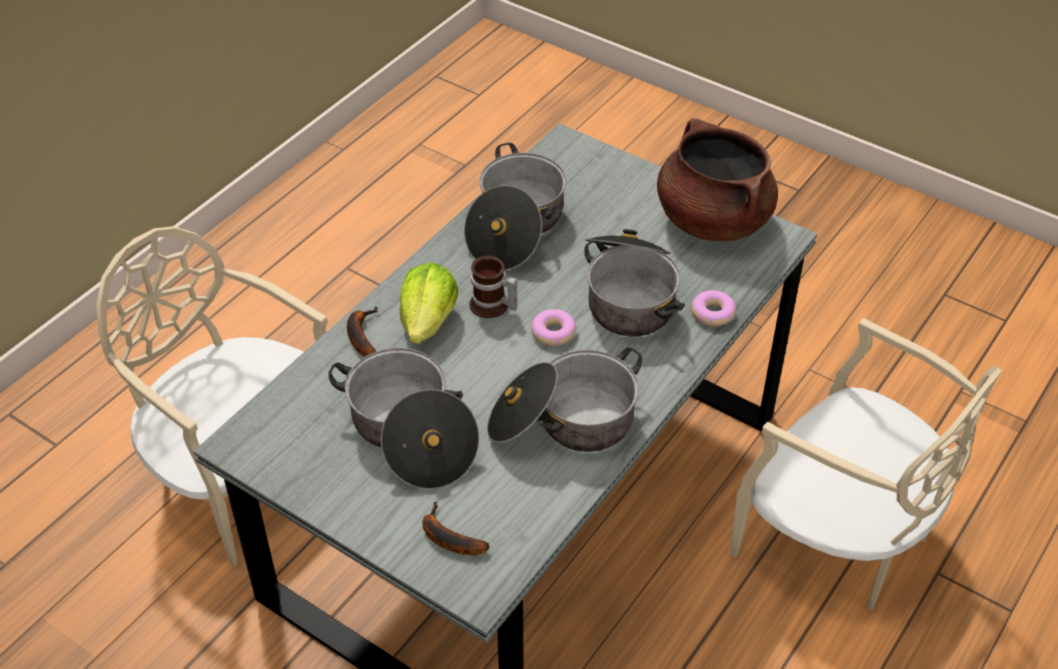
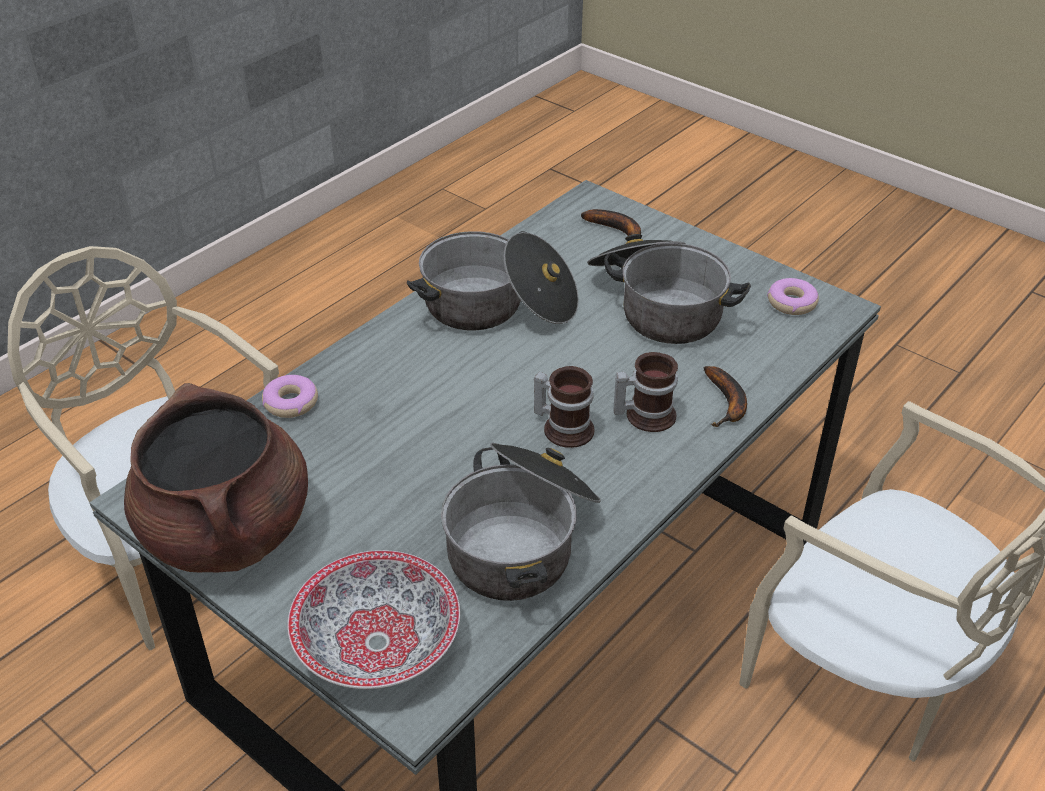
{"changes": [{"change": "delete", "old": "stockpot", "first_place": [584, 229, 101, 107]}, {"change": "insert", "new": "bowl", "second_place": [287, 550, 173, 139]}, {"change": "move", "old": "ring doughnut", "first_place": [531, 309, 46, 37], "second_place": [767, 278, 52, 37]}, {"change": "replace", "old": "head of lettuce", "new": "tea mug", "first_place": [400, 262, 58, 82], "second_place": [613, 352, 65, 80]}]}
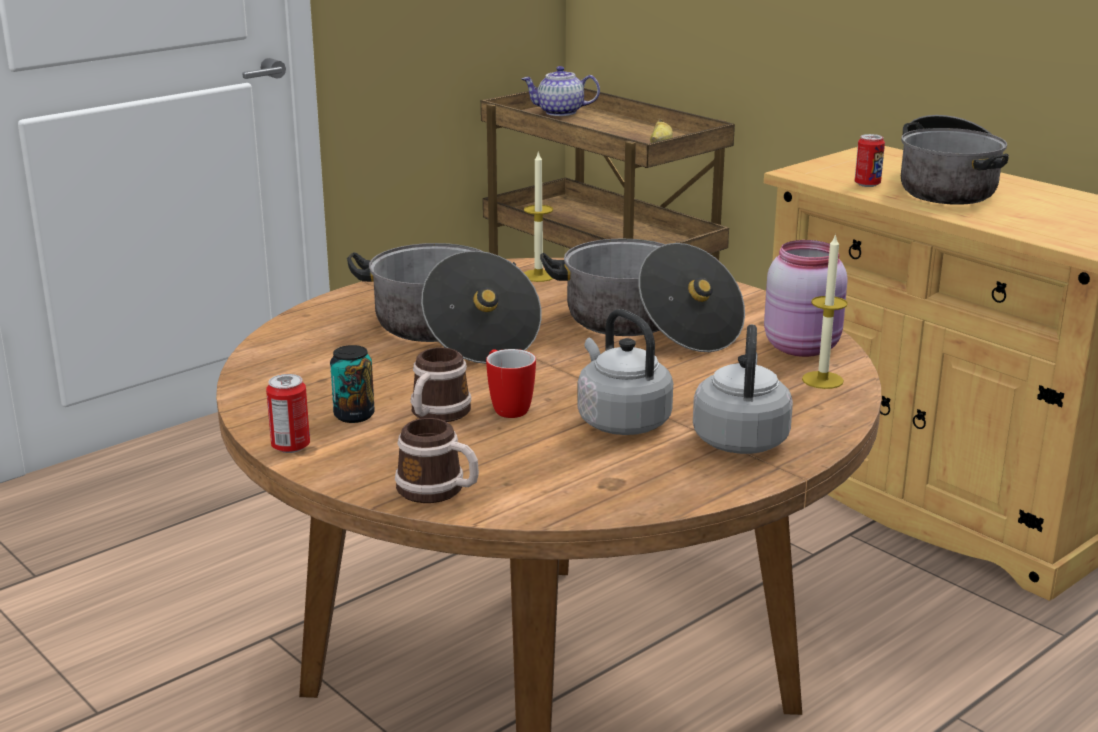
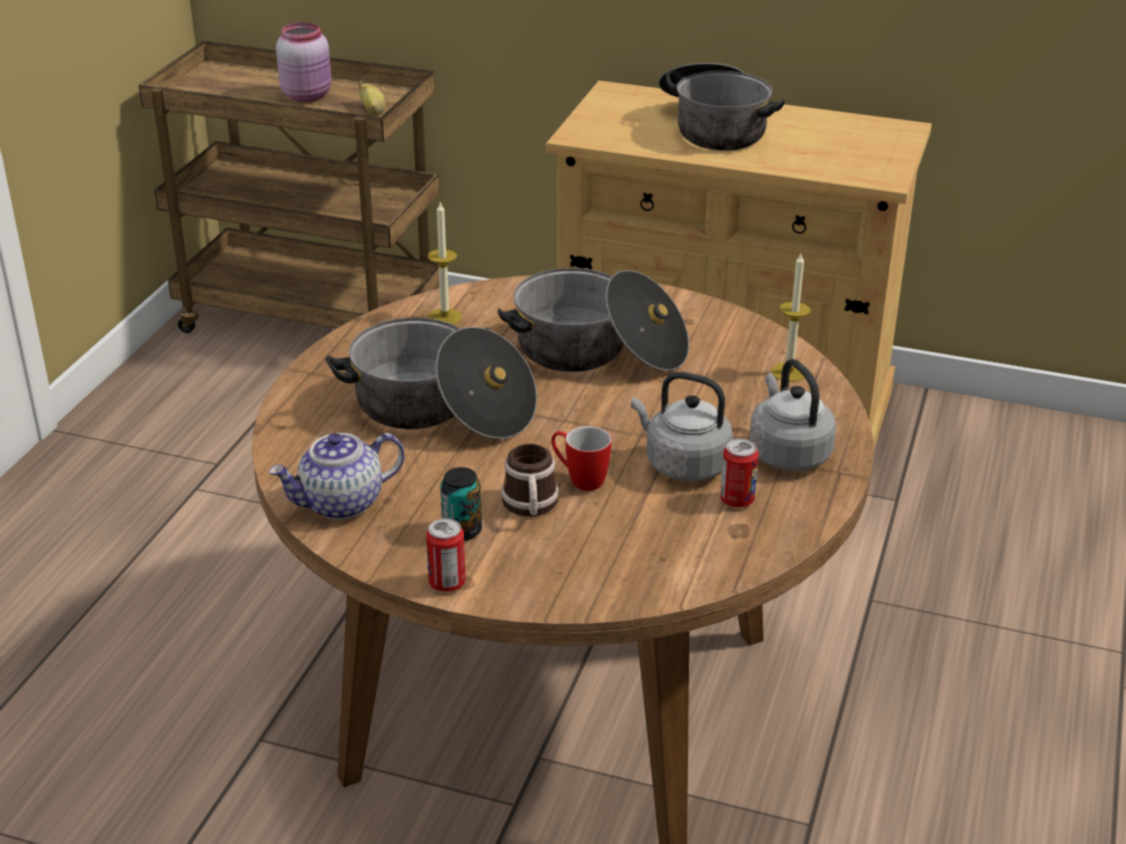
{"changes": [{"change": "delete", "old": "tea mug", "first_place": [395, 418, 84, 85]}, {"change": "move", "old": "pot for tea", "first_place": [522, 66, 78, 50], "second_place": [269, 433, 136, 87]}, {"change": "move", "old": "jar in pink-coloured", "first_place": [764, 240, 84, 117], "second_place": [276, 22, 56, 80]}, {"change": "move", "old": "can", "first_place": [855, 134, 30, 53], "second_place": [720, 439, 39, 69]}]}
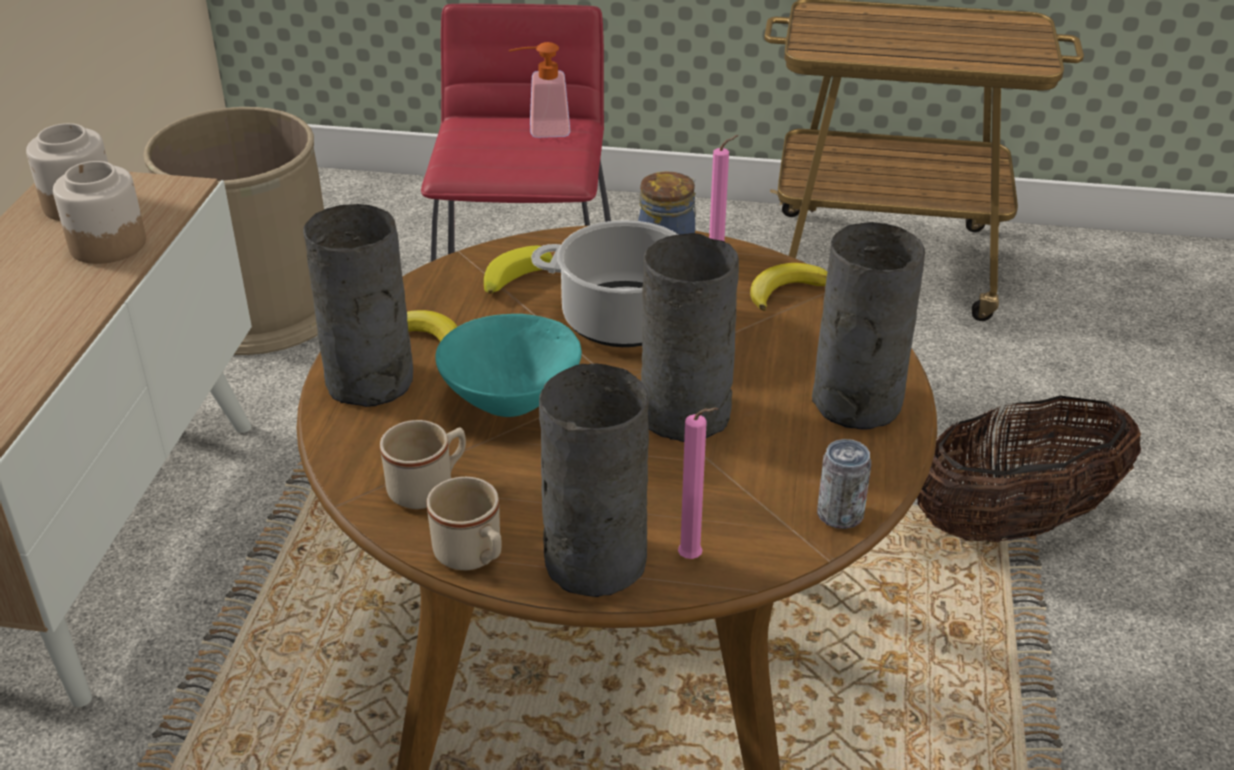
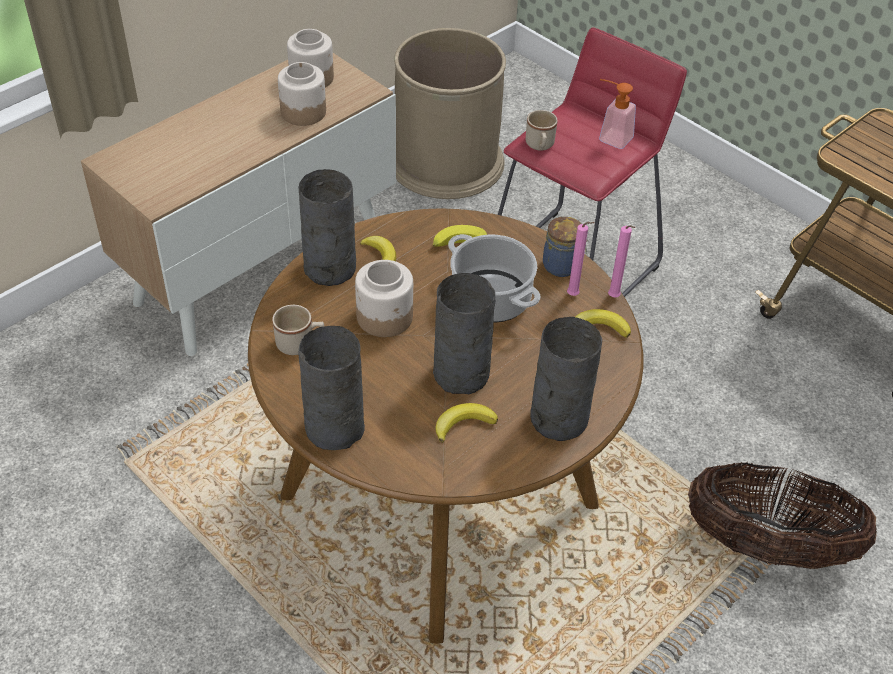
{"changes": [{"change": "delete", "old": "can", "first_place": [817, 439, 54, 90]}, {"change": "insert", "new": "banana", "second_place": [435, 403, 63, 40]}, {"change": "move", "old": "tea mug in beige-coloured", "first_place": [427, 477, 74, 93], "second_place": [526, 110, 32, 41]}, {"change": "move", "old": "wax light in pink-coloured", "first_place": [678, 408, 40, 151], "second_place": [608, 225, 27, 72]}, {"change": "replace", "old": "bowl in turquoise-coloured", "new": "jar", "first_place": [435, 314, 147, 103], "second_place": [355, 260, 58, 77]}]}
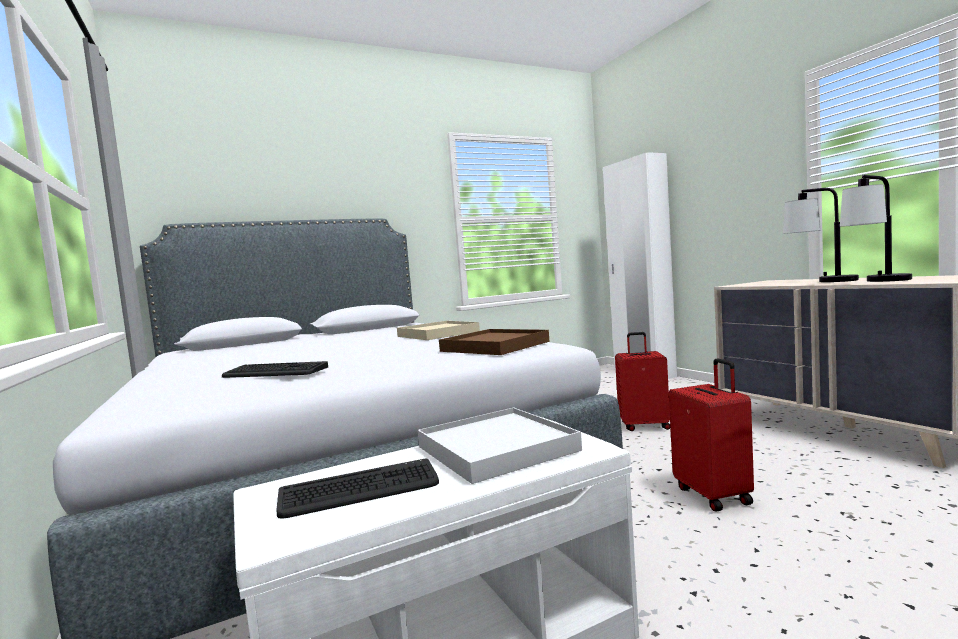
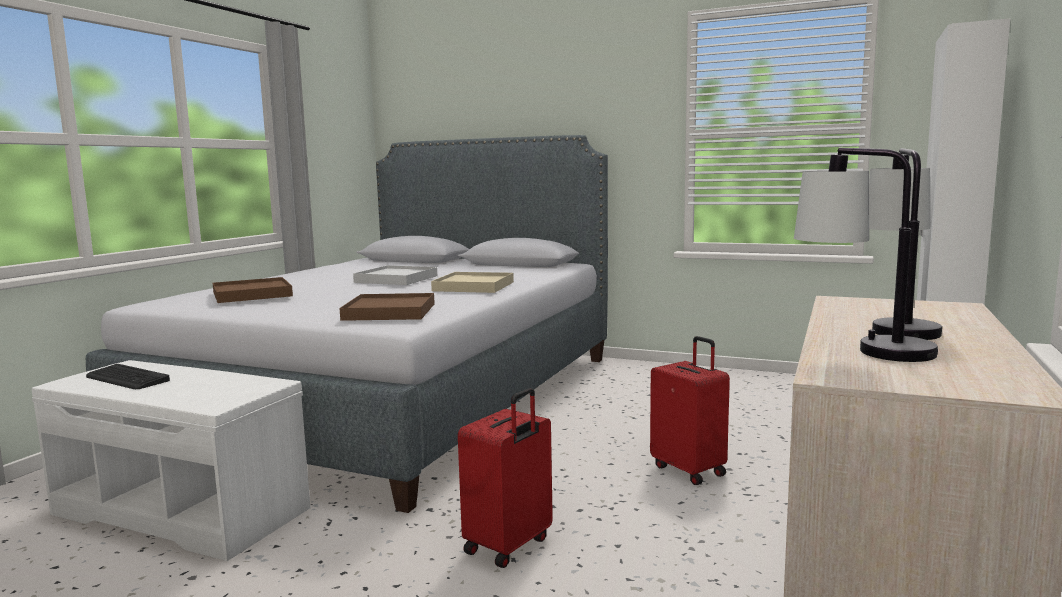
{"changes": [{"change": "move", "old": "tray in whitish", "first_place": [418, 407, 164, 77], "second_place": [353, 265, 84, 20]}, {"change": "replace", "old": "keyboard", "new": "tray in brown", "first_place": [222, 361, 106, 17], "second_place": [213, 277, 80, 26]}]}
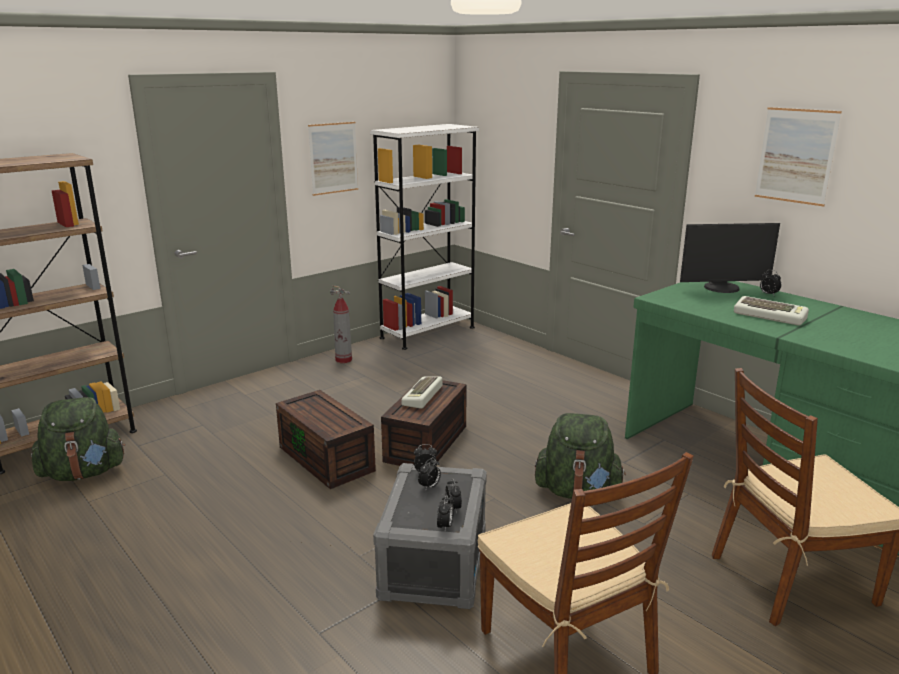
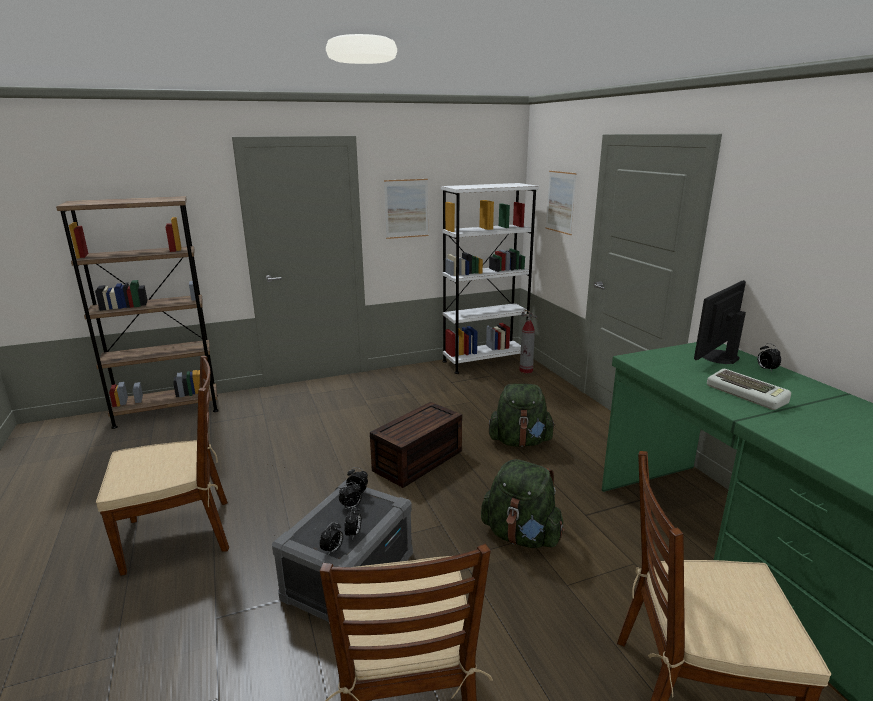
{"changes": [{"change": "delete", "old": "storage bin in brown", "first_place": [276, 390, 100, 99]}, {"change": "delete", "old": "keyboard", "first_place": [401, 377, 41, 32]}, {"change": "insert", "new": "chair in brown", "second_place": [96, 356, 133, 220]}, {"change": "move", "old": "rucksack in green", "first_place": [31, 397, 94, 84], "second_place": [488, 384, 67, 63]}, {"change": "move", "old": "extinguisher", "first_place": [330, 285, 22, 78], "second_place": [519, 309, 18, 64]}, {"change": "move", "old": "picture", "first_place": [755, 107, 87, 100], "second_place": [546, 171, 31, 64]}, {"change": "rotate", "old": "monitor", "first_place": [680, 223, 100, 70], "second_place": [694, 280, 52, 84], "degrees": 120}]}
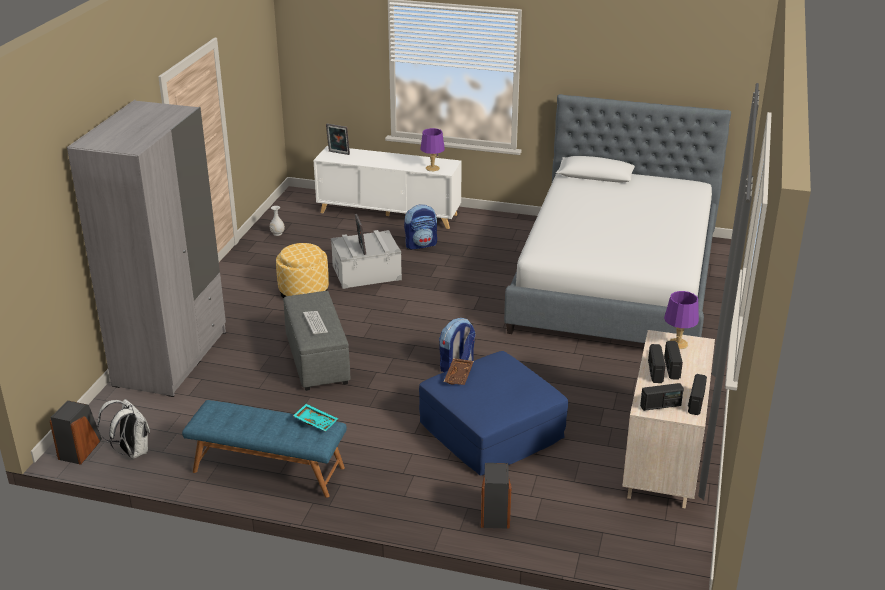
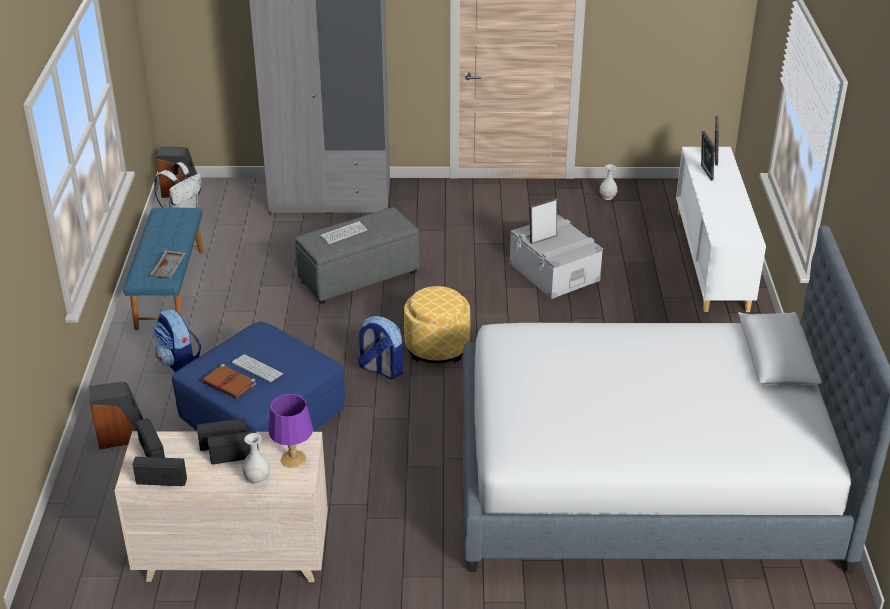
{"changes": [{"change": "delete", "old": "lamp for a table in purplish", "first_place": [421, 128, 24, 43]}, {"change": "delete", "old": "tray in brown", "first_place": [444, 358, 30, 27]}, {"change": "insert", "new": "book in brown", "second_place": [202, 364, 54, 34]}, {"change": "insert", "new": "keyboard", "second_place": [232, 354, 51, 28]}, {"change": "insert", "new": "decorative vase in whitish", "second_place": [242, 433, 28, 52]}, {"change": "insert", "new": "picture frame", "second_place": [701, 131, 14, 50]}, {"change": "move", "old": "footrest", "first_place": [276, 243, 53, 55], "second_place": [404, 286, 66, 77]}, {"change": "move", "old": "rucksack", "first_place": [404, 204, 33, 46], "second_place": [153, 309, 48, 63]}, {"change": "recolor", "old": "tray in turquoise-coloured", "new": "tray in greyish", "first_place": [293, 404, 45, 28], "second_place": [150, 250, 36, 28]}]}
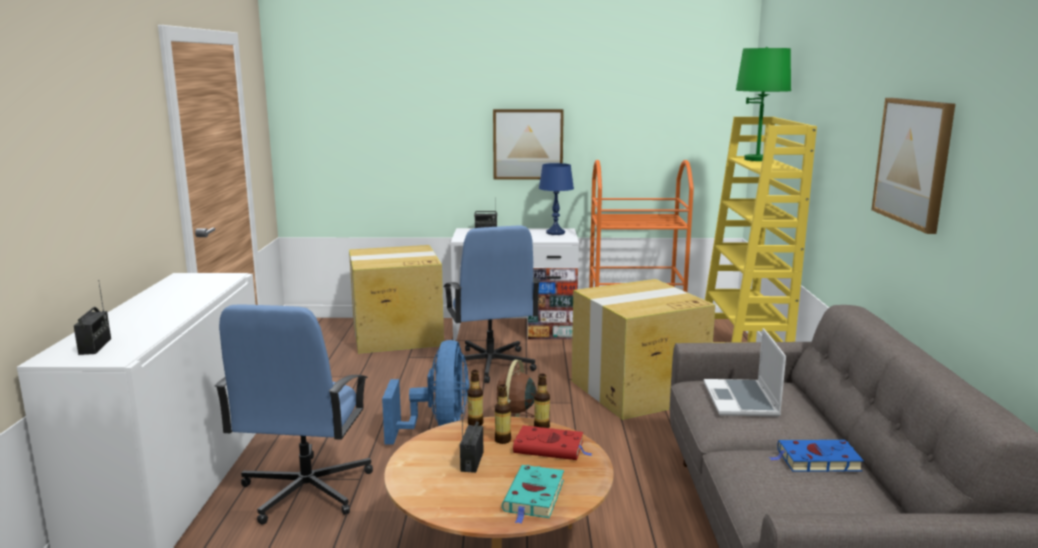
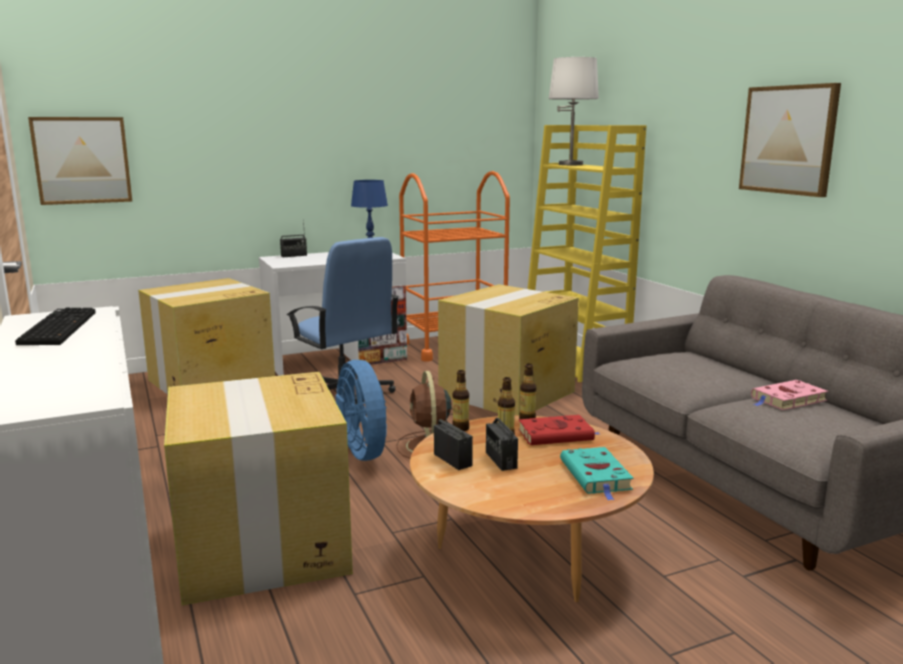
{"changes": [{"change": "delete", "old": "laptop", "first_place": [704, 328, 82, 88]}, {"change": "insert", "new": "keyboard", "second_place": [15, 308, 81, 37]}, {"change": "move", "old": "radio receiver", "first_place": [74, 280, 37, 75], "second_place": [434, 390, 39, 80]}, {"change": "move", "old": "picture", "first_place": [493, 109, 71, 71], "second_place": [28, 117, 104, 88]}, {"change": "replace", "old": "desk chair in bluish", "new": "cardboard box", "first_place": [215, 305, 158, 220], "second_place": [164, 372, 189, 233]}, {"change": "recolor", "old": "lamp for a table in green", "new": "lamp for a table in whitish", "first_place": [736, 47, 55, 114], "second_place": [549, 57, 50, 108]}, {"change": "recolor", "old": "book in bluish", "new": "book in pink-coloured", "first_place": [769, 440, 95, 32], "second_place": [751, 380, 77, 30]}]}
